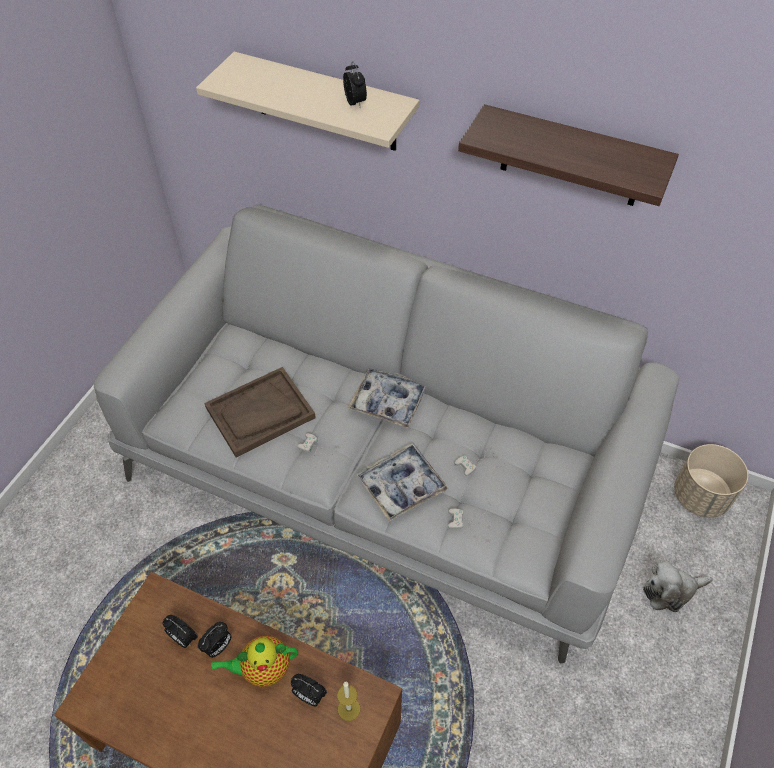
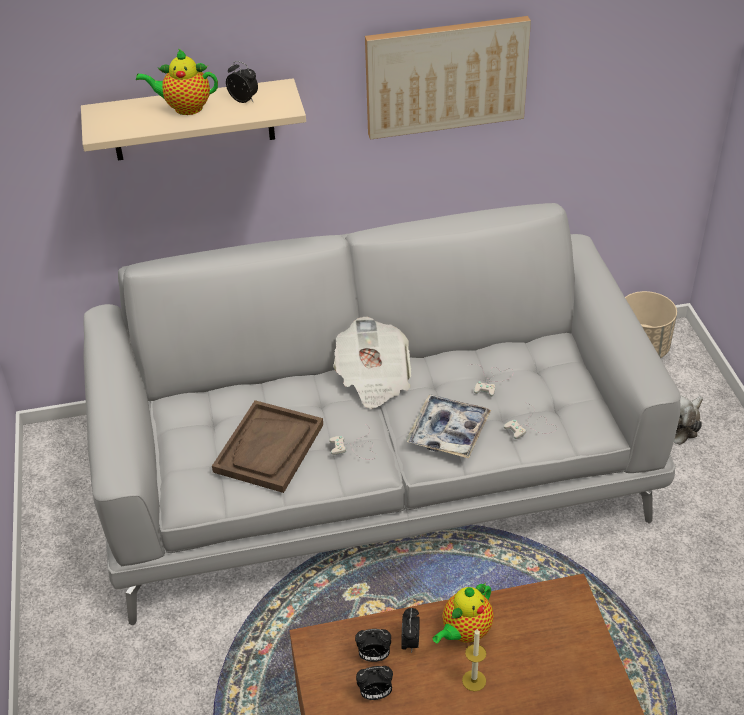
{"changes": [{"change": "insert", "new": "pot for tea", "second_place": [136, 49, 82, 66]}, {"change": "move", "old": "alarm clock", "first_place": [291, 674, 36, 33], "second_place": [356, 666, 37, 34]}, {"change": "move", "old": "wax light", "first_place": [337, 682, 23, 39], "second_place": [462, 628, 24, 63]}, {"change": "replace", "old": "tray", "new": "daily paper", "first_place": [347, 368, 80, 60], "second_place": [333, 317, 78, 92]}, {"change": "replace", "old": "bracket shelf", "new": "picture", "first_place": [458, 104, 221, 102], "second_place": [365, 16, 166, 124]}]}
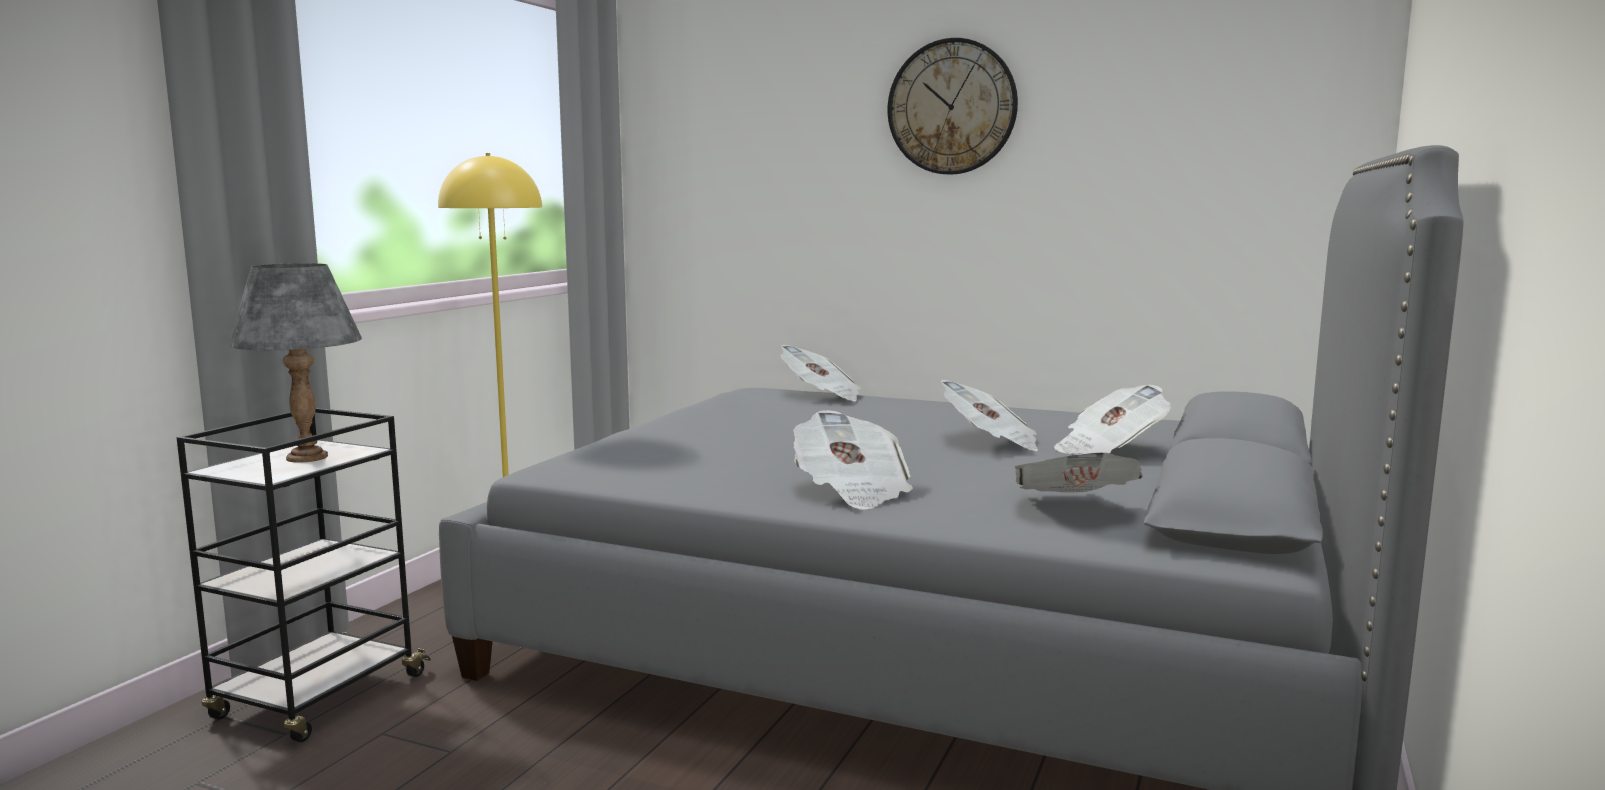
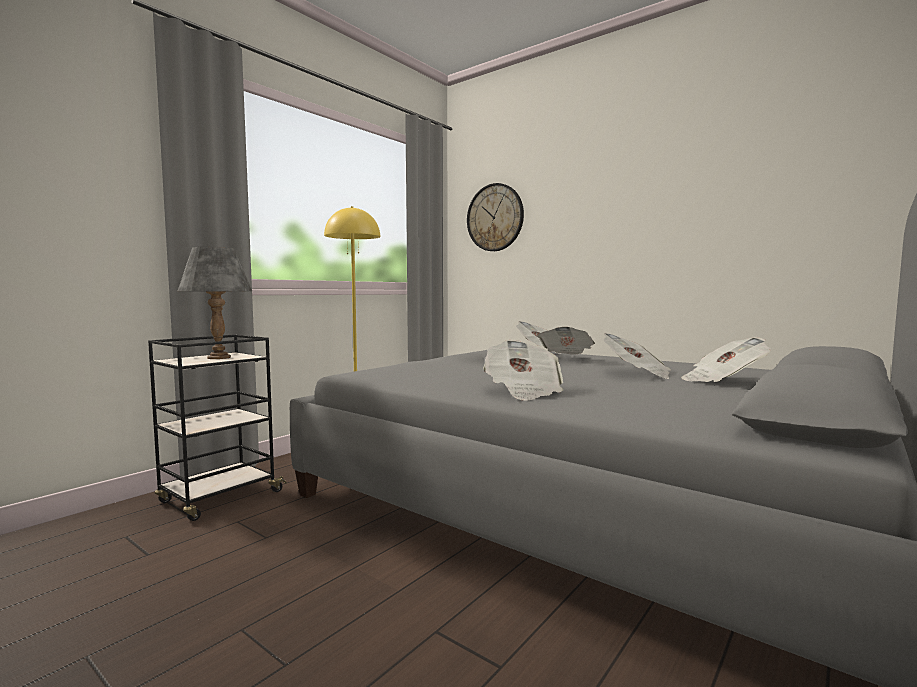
{"changes": [{"change": "move", "old": "clock on the wall", "first_place": [888, 38, 130, 137], "second_place": [467, 183, 57, 68]}, {"change": "move", "old": "daily paper", "first_place": [1015, 453, 128, 40], "second_place": [537, 327, 58, 28]}]}
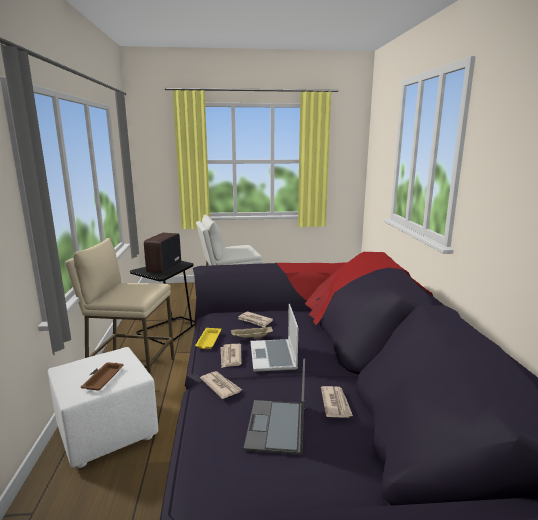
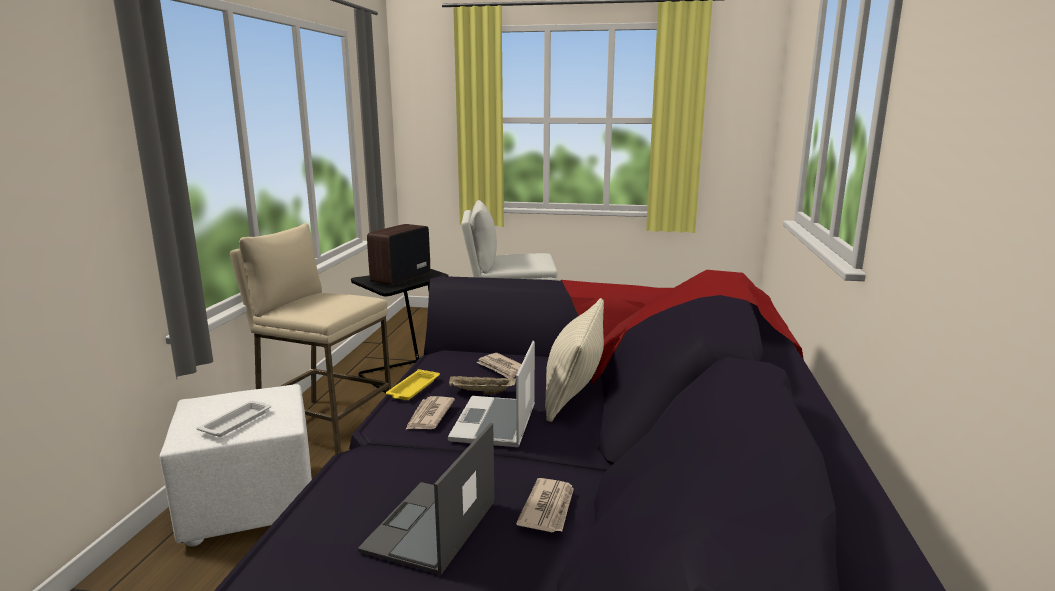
{"changes": [{"change": "delete", "old": "daily paper", "first_place": [200, 371, 42, 28]}, {"change": "insert", "new": "cushion in beige-coloured", "second_place": [545, 298, 59, 124]}, {"change": "recolor", "old": "tray in brown", "new": "tray in whitish", "first_place": [81, 362, 43, 29], "second_place": [196, 401, 75, 36]}]}
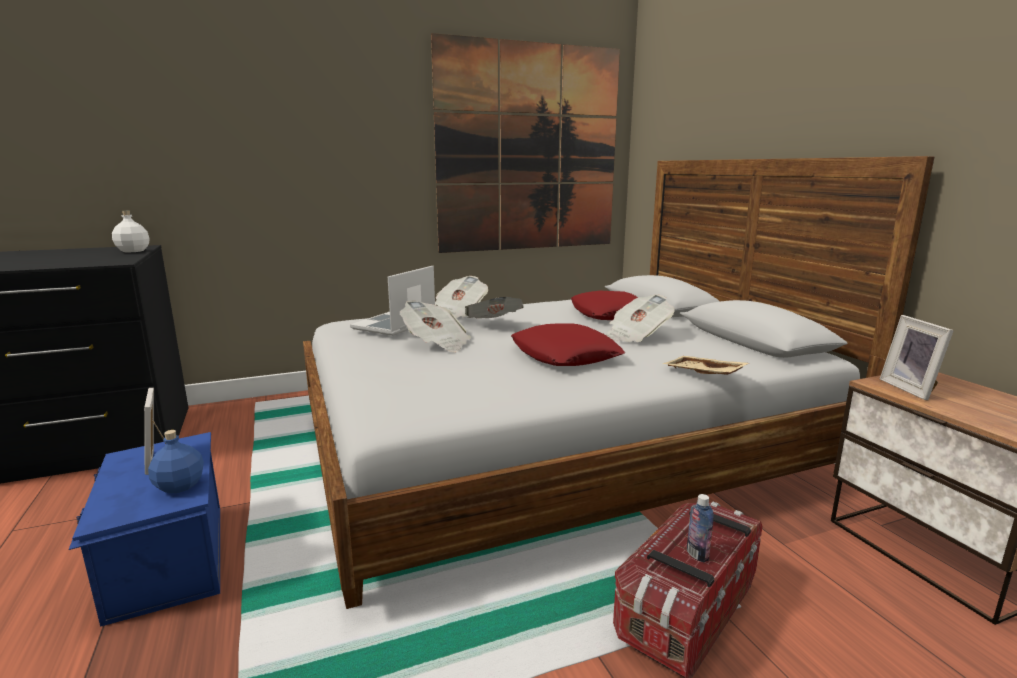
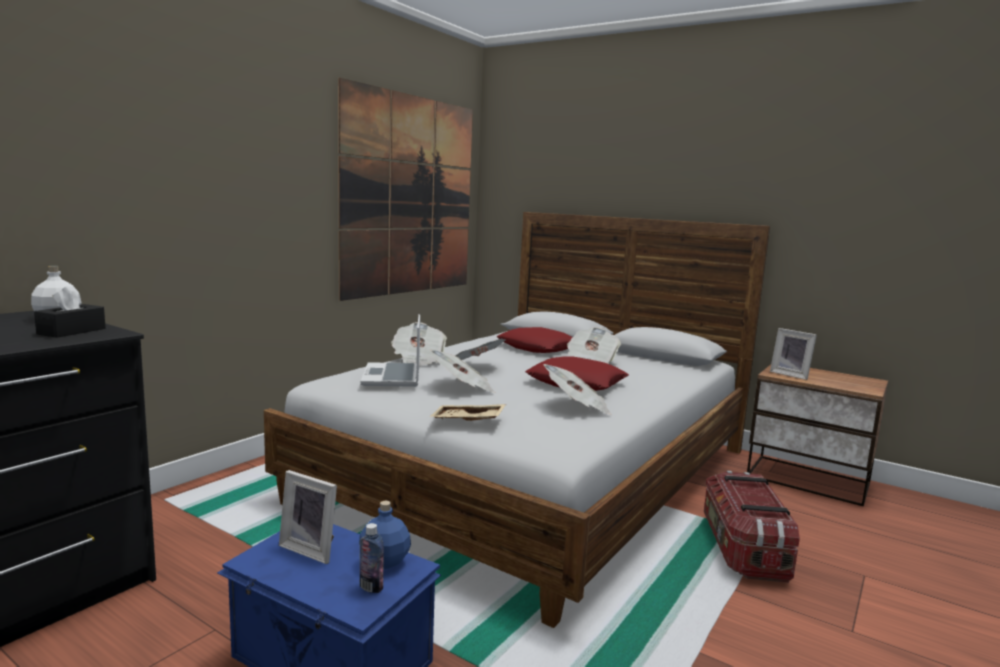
{"changes": [{"change": "insert", "new": "tissue box in blackish", "second_place": [34, 286, 72, 52]}, {"change": "insert", "new": "daily paper", "second_place": [544, 364, 68, 51]}, {"change": "move", "old": "tray in beige-coloured", "first_place": [662, 356, 87, 19], "second_place": [429, 404, 77, 17]}, {"change": "move", "old": "bottle", "first_place": [687, 494, 27, 68], "second_place": [360, 523, 24, 70]}]}
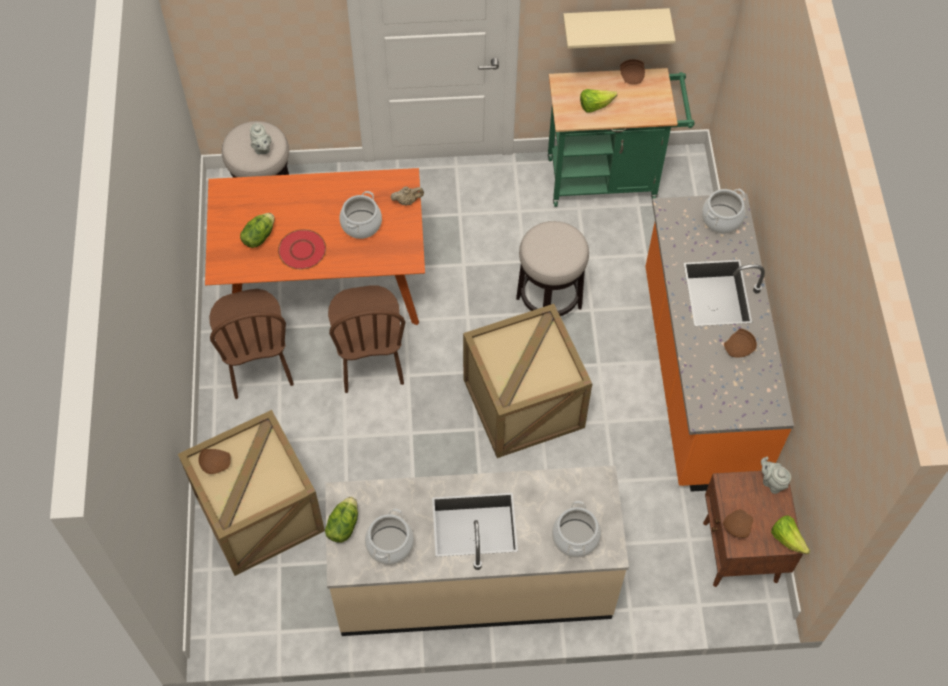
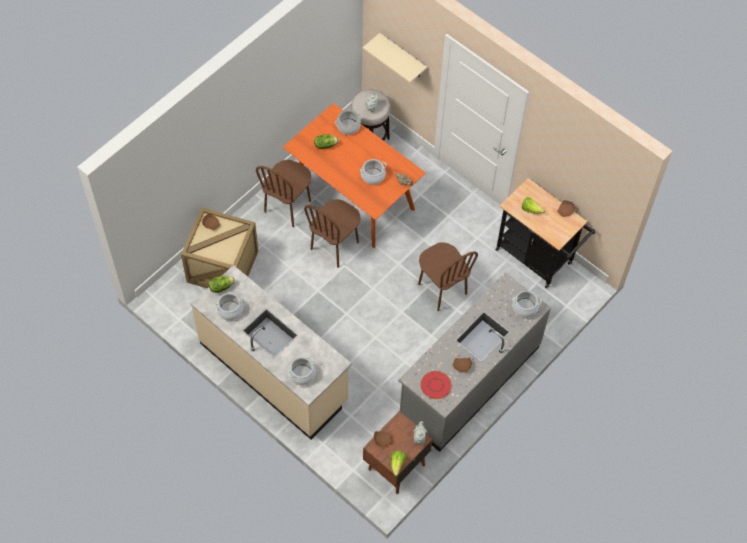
{"changes": [{"change": "delete", "old": "shipping crate", "first_place": [463, 304, 129, 154]}, {"change": "insert", "new": "stockpot", "second_place": [335, 110, 27, 25]}, {"change": "move", "old": "plate in red-coloured", "first_place": [278, 229, 48, 41], "second_place": [420, 371, 32, 28]}, {"change": "move", "old": "bracket shelf in beige-coloured", "first_place": [563, 8, 113, 41], "second_place": [363, 33, 64, 50]}, {"change": "replace", "old": "sitting stool", "new": "chair in brown", "first_place": [516, 221, 73, 95], "second_place": [418, 242, 60, 69]}, {"change": "recolor", "old": "wheeled cart in green", "new": "wheeled cart in blackish", "first_place": [548, 68, 147, 139], "second_place": [495, 178, 100, 110]}, {"change": "recolor", "old": "counter in orange", "new": "counter in greyish", "first_place": [645, 194, 149, 298], "second_place": [398, 272, 153, 180]}]}
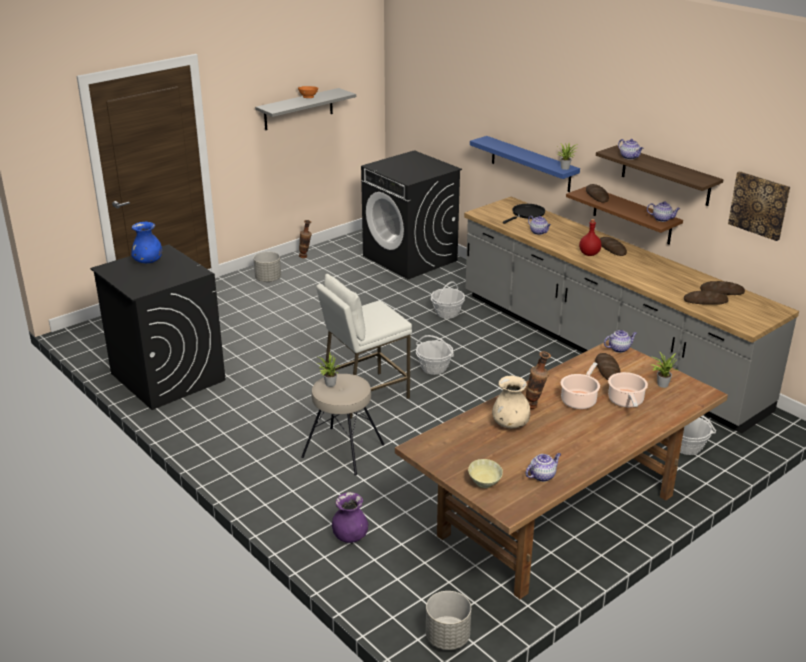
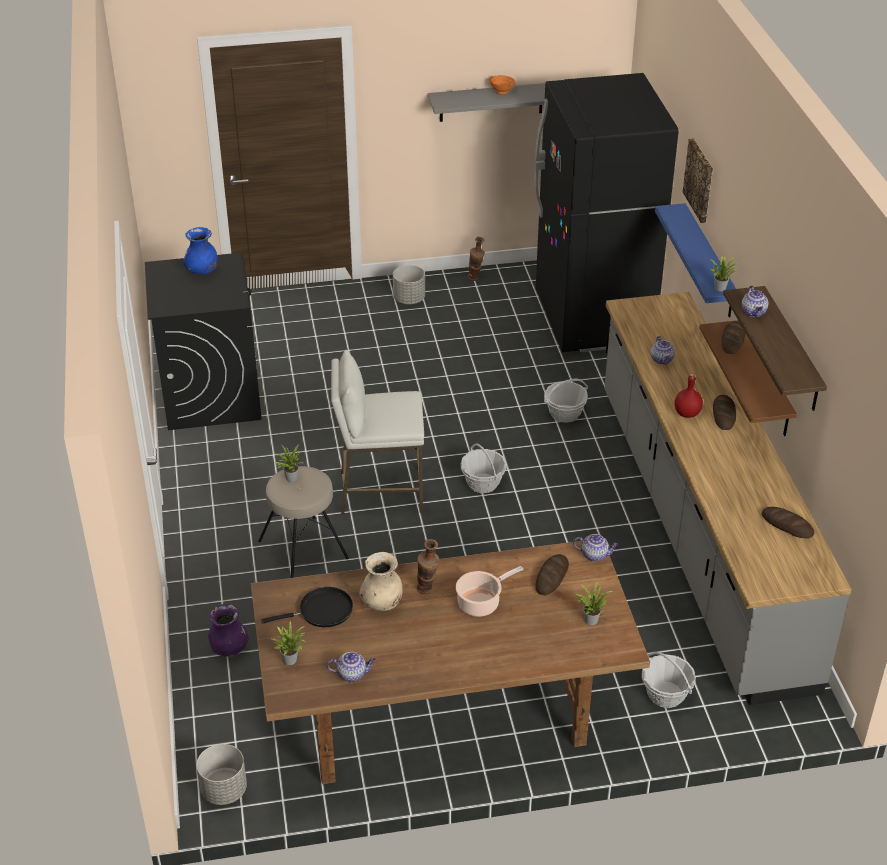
{"changes": [{"change": "delete", "old": "stockpot", "first_place": [608, 372, 40, 36]}, {"change": "delete", "old": "pot for tea", "first_place": [647, 201, 33, 21]}, {"change": "delete", "old": "baked bread", "first_place": [684, 291, 45, 14]}, {"change": "move", "old": "skillet in blackish", "first_place": [503, 204, 42, 20], "second_place": [261, 587, 92, 40]}, {"change": "move", "old": "picture", "first_place": [728, 171, 62, 70], "second_place": [683, 138, 30, 85]}, {"change": "replace", "old": "laundry appliance in blackish", "new": "fridge in blackish", "first_place": [361, 150, 101, 129], "second_place": [534, 73, 144, 279]}, {"change": "replace", "old": "bowl in beige-coloured", "new": "houseplant", "first_place": [468, 459, 35, 29], "second_place": [271, 621, 34, 44]}]}
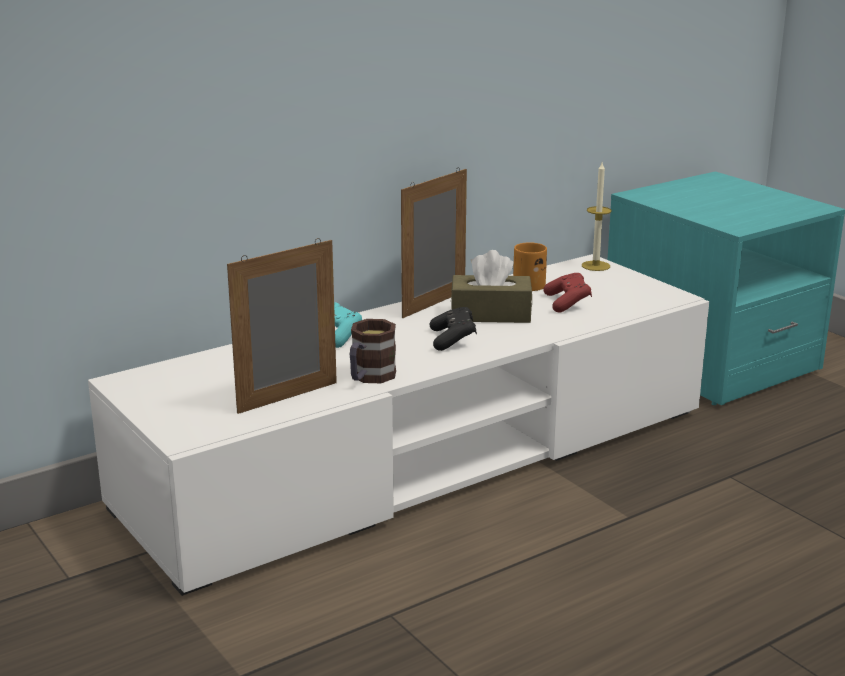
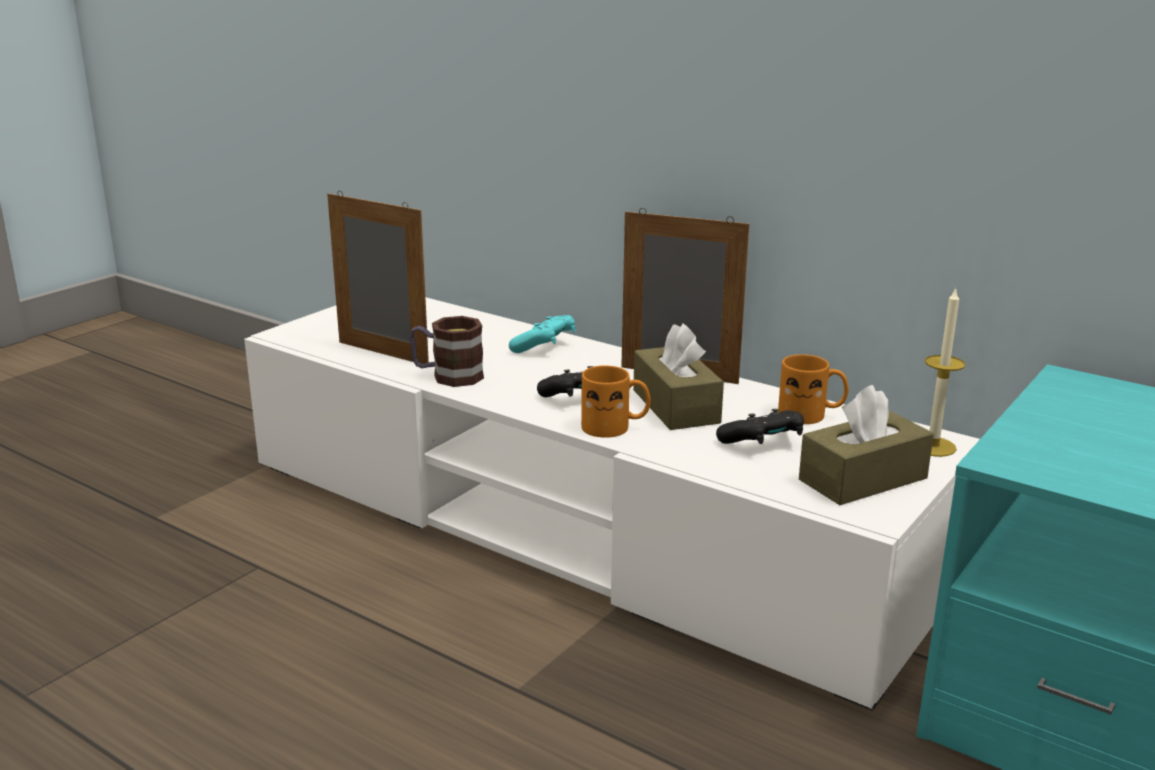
{"changes": [{"change": "insert", "new": "tea mug in orange", "second_place": [581, 365, 70, 73]}, {"change": "insert", "new": "tissue box in brown", "second_place": [799, 385, 135, 120]}, {"change": "recolor", "old": "joypad in red-coloured", "new": "joypad in blackish", "first_place": [543, 273, 49, 40], "second_place": [716, 409, 88, 35]}]}
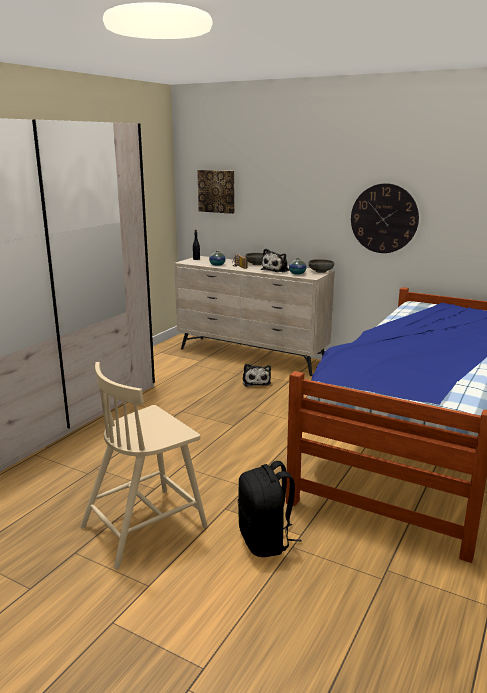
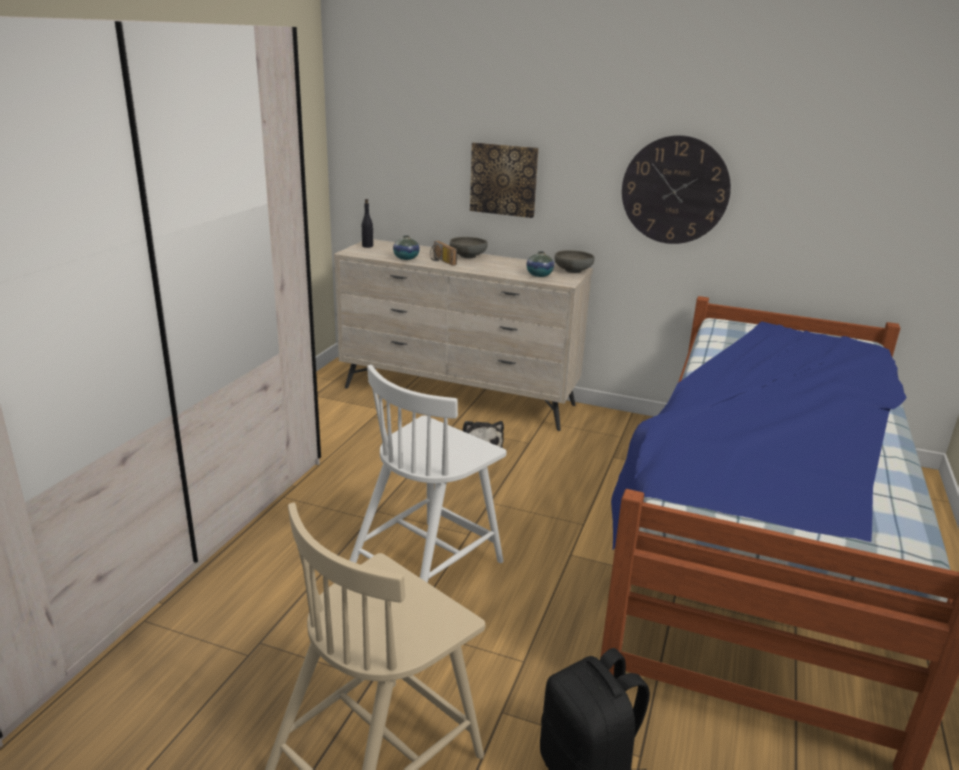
{"changes": [{"change": "delete", "old": "plush toy", "first_place": [261, 249, 29, 23]}, {"change": "insert", "new": "chair in whitish", "second_place": [349, 365, 158, 218]}, {"change": "move", "old": "picture", "first_place": [198, 170, 36, 44], "second_place": [470, 142, 69, 76]}]}
